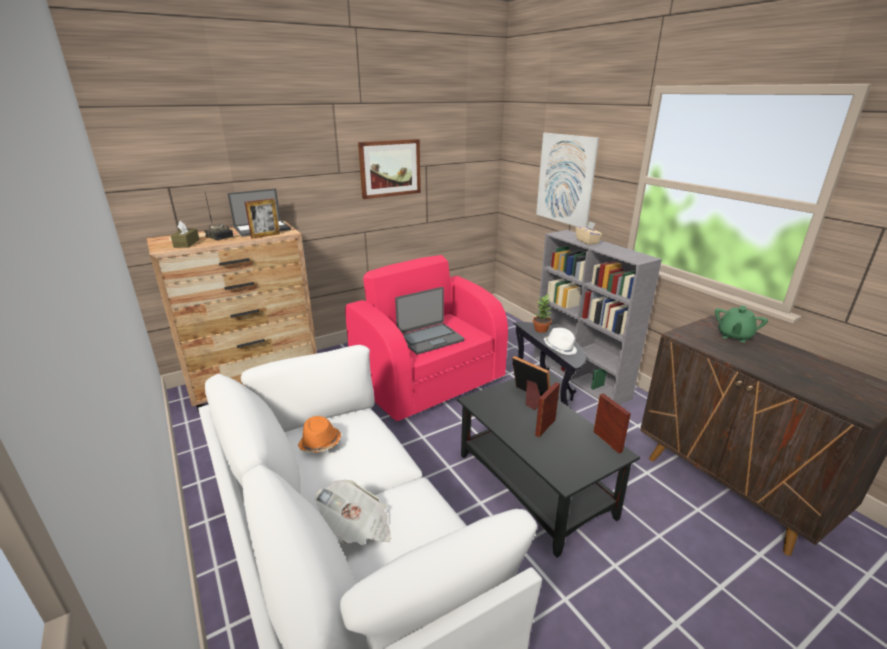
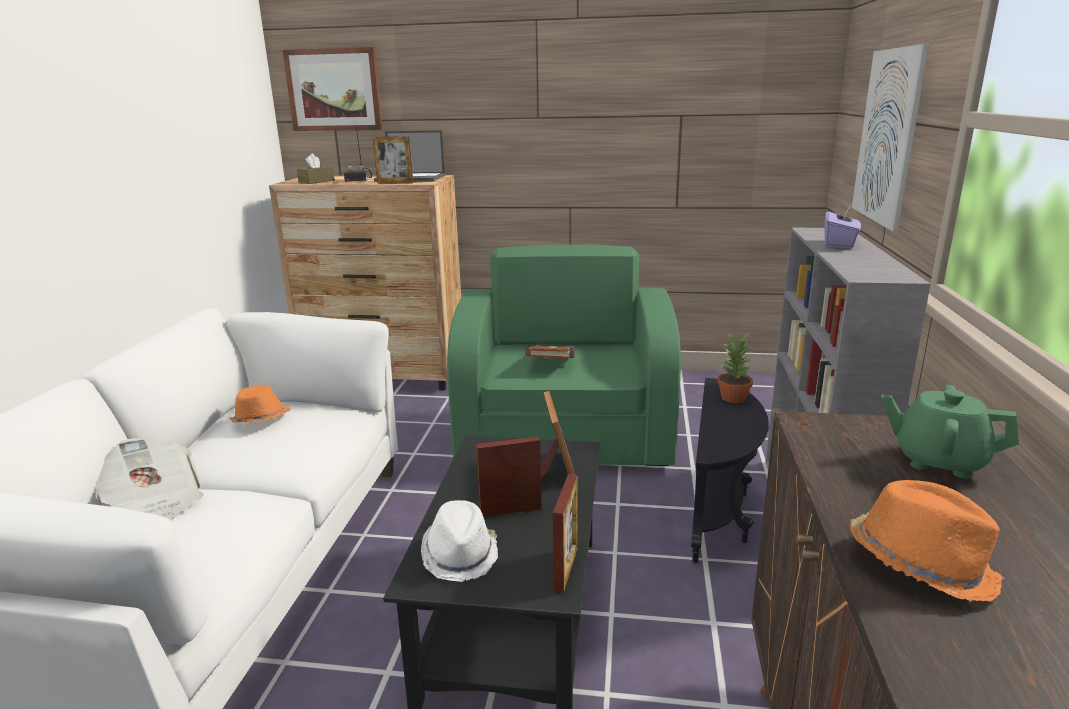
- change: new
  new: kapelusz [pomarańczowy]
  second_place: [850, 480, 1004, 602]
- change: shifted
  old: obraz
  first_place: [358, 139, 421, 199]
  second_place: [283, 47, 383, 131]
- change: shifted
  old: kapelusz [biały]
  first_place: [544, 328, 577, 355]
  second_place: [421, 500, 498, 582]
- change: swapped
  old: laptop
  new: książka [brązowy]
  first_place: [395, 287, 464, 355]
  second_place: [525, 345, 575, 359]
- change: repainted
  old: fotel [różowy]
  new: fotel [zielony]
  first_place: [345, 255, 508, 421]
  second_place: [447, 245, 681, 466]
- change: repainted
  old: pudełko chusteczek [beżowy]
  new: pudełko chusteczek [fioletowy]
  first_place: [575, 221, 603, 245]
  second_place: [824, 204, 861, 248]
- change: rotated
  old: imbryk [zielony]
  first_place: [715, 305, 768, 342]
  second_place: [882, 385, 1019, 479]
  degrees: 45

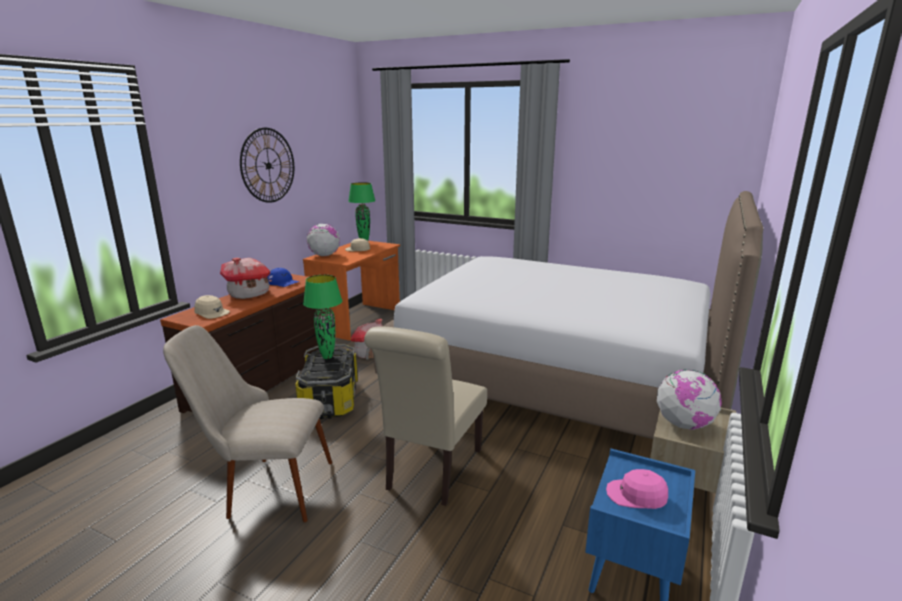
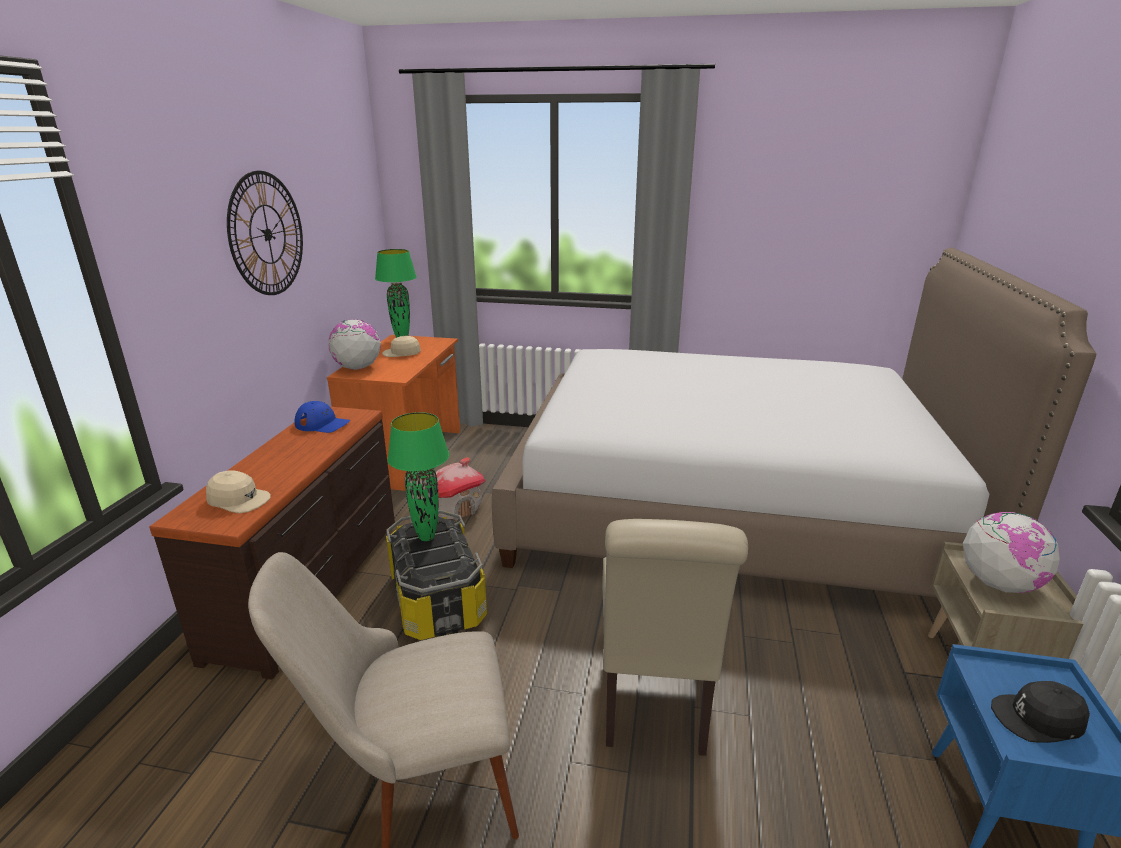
- change: gone
  old: domek
  first_place: [220, 258, 270, 299]
- change: repainted
  old: czapka z daszkiem [różowy]
  new: czapka z daszkiem [czarny]
  first_place: [606, 469, 668, 509]
  second_place: [991, 681, 1090, 743]

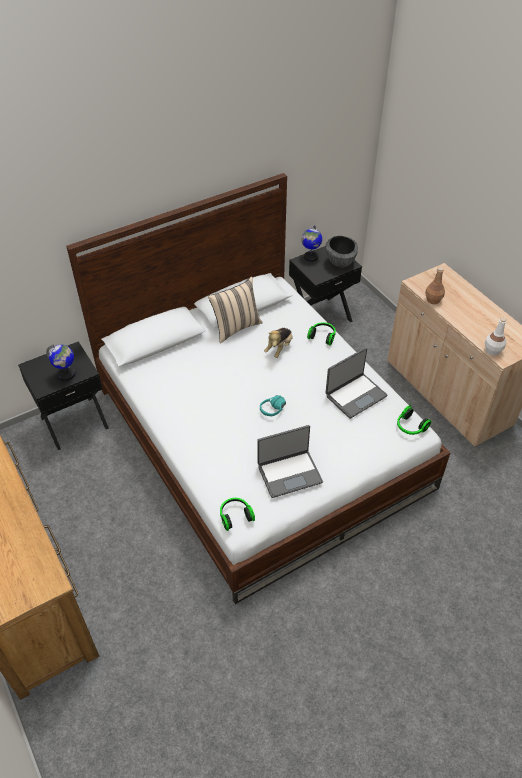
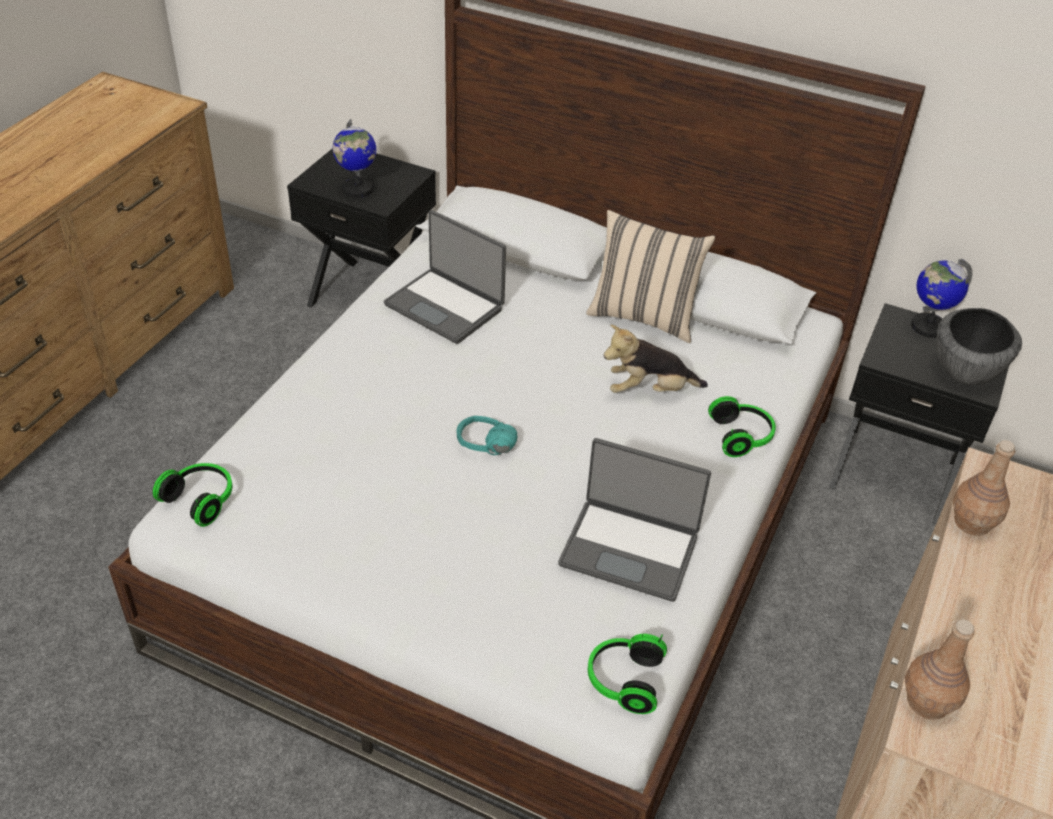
- change: shifted
  old: laptop
  first_place: [257, 425, 323, 498]
  second_place: [384, 210, 506, 344]
- change: repainted
  old: butelka [biały]
  new: butelka [brązowy]
  first_place: [485, 318, 507, 356]
  second_place: [905, 619, 975, 720]

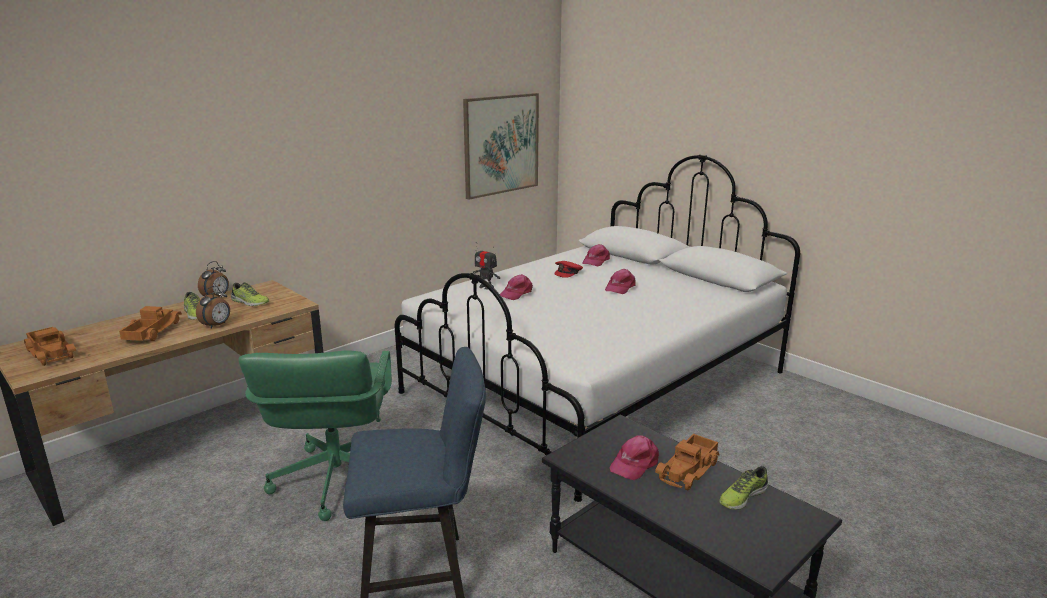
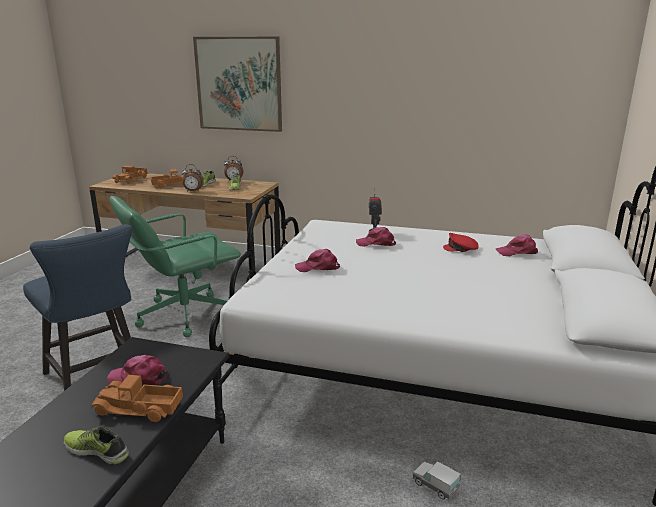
- change: new
  new: ciężarówka zabawkowa
  second_place: [413, 461, 461, 500]
- change: shifted
  old: obraz
  first_place: [463, 93, 539, 200]
  second_place: [193, 37, 282, 132]
- change: shifted
  old: czapka z daszkiem [różowy]
  first_place: [605, 269, 636, 294]
  second_place: [295, 249, 340, 272]

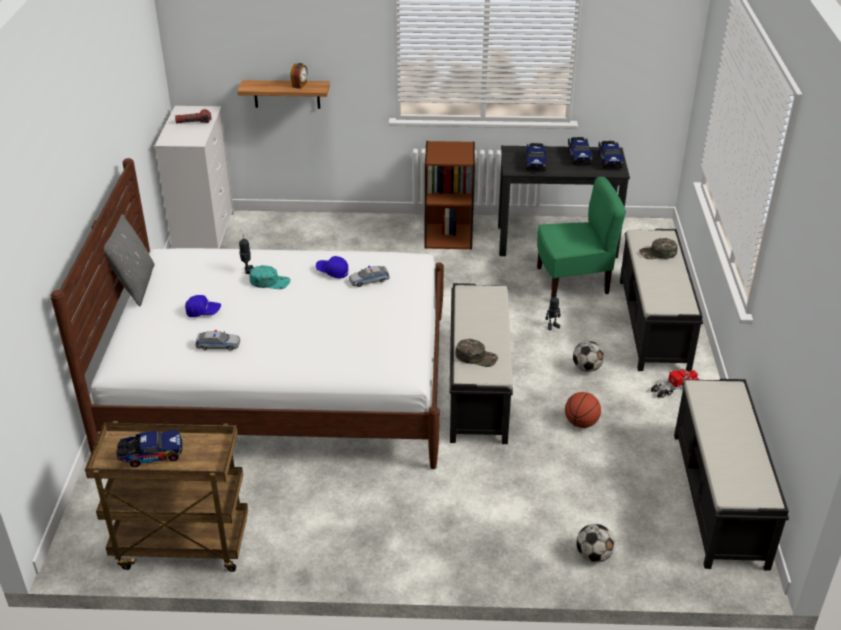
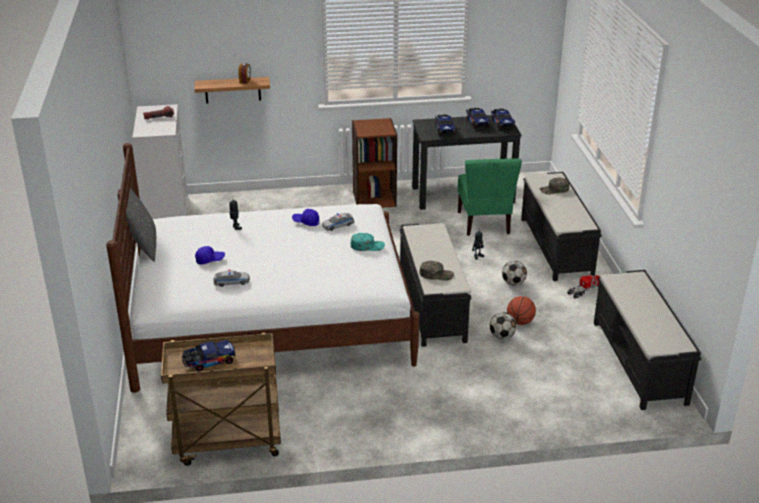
- change: shifted
  old: czapka z daszkiem [turkusowy]
  first_place: [250, 265, 291, 289]
  second_place: [351, 233, 385, 251]
- change: shifted
  old: piłka futbolowa
  first_place: [576, 524, 615, 562]
  second_place: [490, 312, 516, 339]
- change: rotated
  old: krzesło [zielony]
  first_place: [537, 177, 626, 298]
  second_place: [458, 158, 522, 236]
  degrees: 105

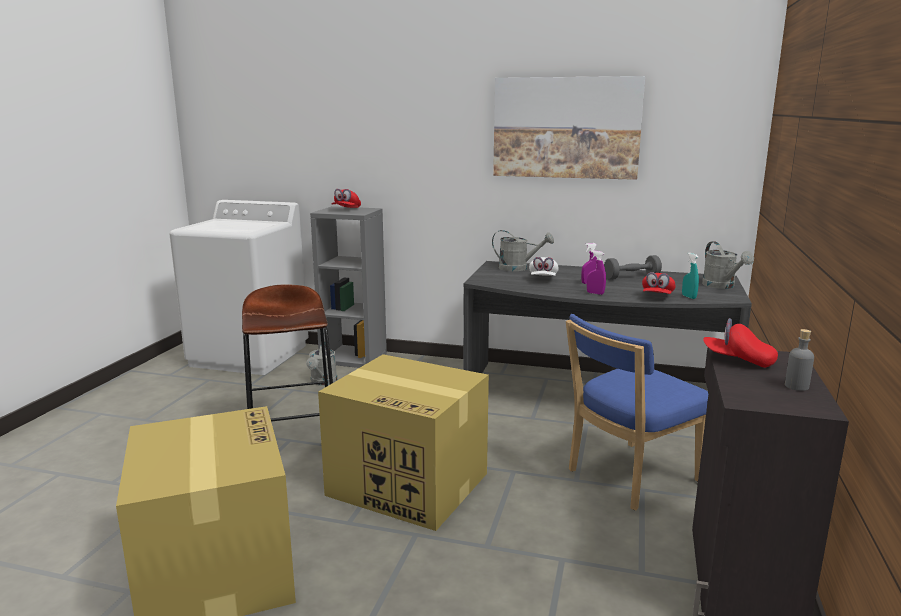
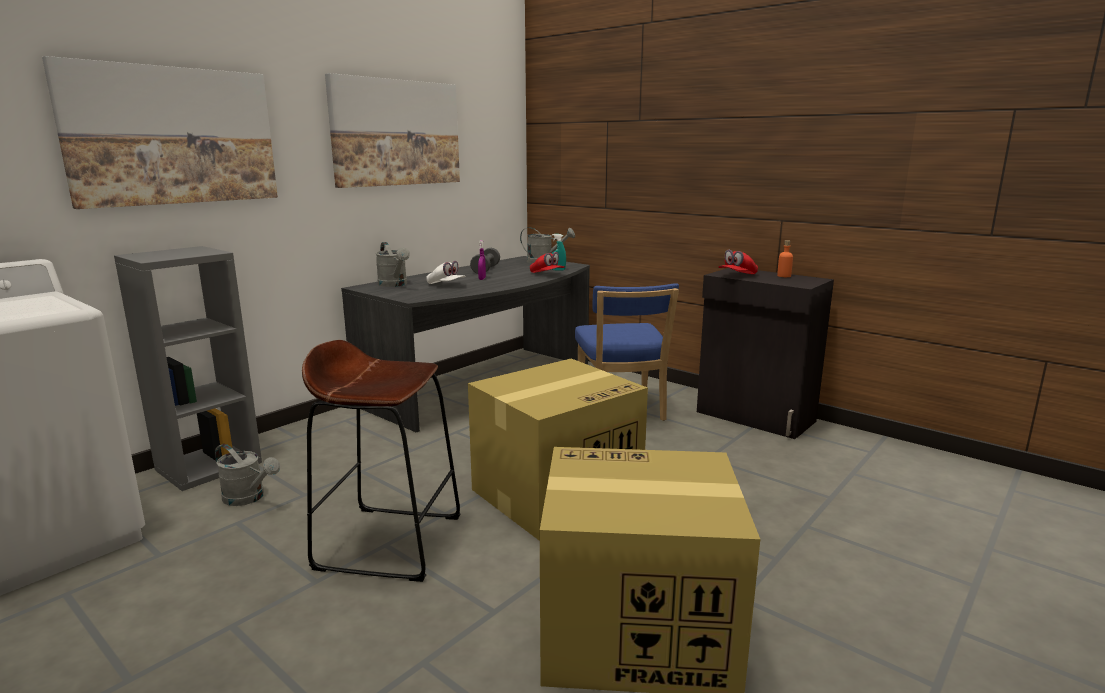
- change: gone
  old: czapka z daszkiem [czerwony]
  first_place: [332, 189, 361, 208]
- change: gone
  old: spryskiwacz [fioletowy]
  first_place: [587, 250, 606, 295]
- change: new
  new: obraz
  second_place: [42, 56, 278, 209]
- change: repainted
  old: butelka [szary]
  new: butelka [pomarańczowy]
  first_place: [785, 329, 814, 391]
  second_place: [777, 240, 793, 277]
- change: rotated
  old: konewka [szary]
  first_place: [492, 230, 554, 271]
  second_place: [376, 242, 410, 287]
  degrees: 105

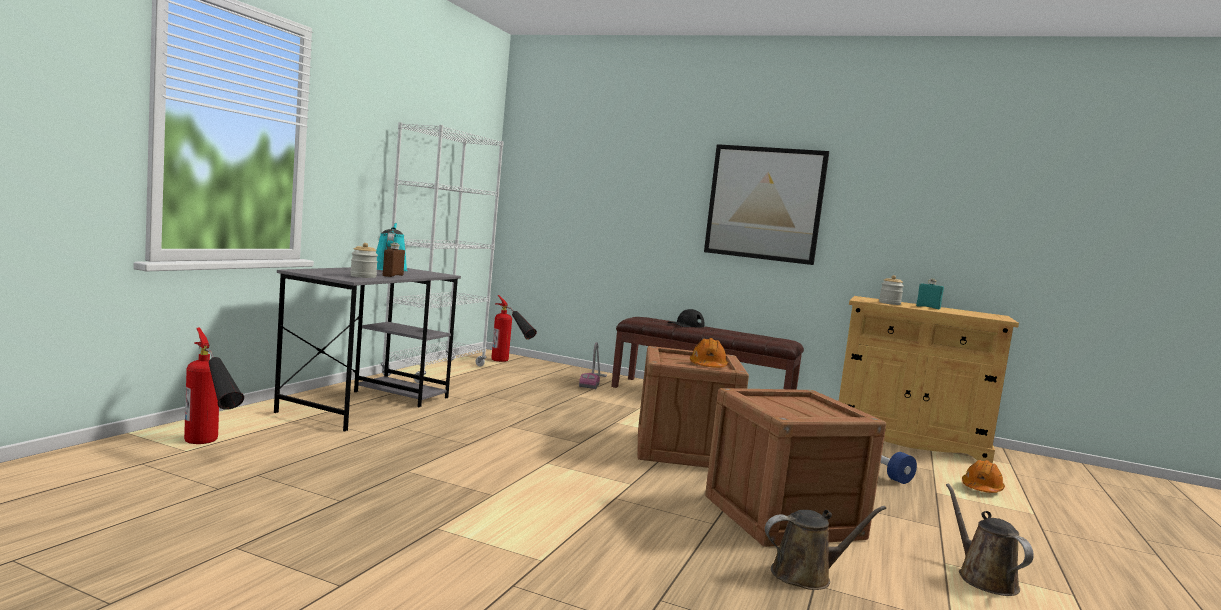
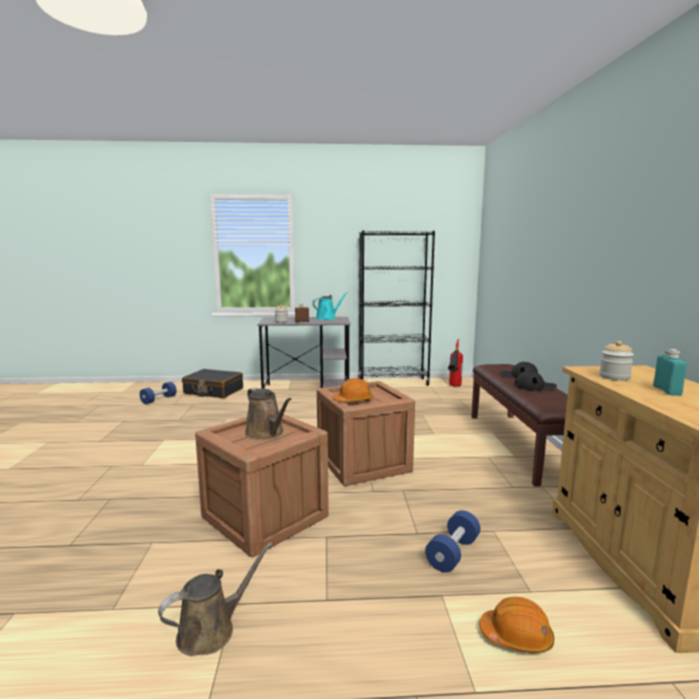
- change: gone
  old: odkurzacz
  first_place: [579, 342, 607, 390]
- change: gone
  old: obraz
  first_place: [704, 144, 829, 265]
- change: new
  new: hantel [niebieski]
  second_place: [140, 382, 177, 404]
- change: new
  new: czapka z daszkiem [czarny]
  second_place: [515, 371, 557, 390]
- change: shifted
  old: konewka [brązowy]
  first_place: [765, 506, 886, 590]
  second_place: [245, 387, 292, 440]
- change: swapped
  old: gaśnica
  new: walizka [czarny]
  first_place: [184, 328, 244, 444]
  second_place: [182, 369, 243, 398]
- change: repainted
  old: regał [biały]
  new: regał [czarny]
  first_place: [381, 122, 504, 383]
  second_place: [358, 231, 435, 386]

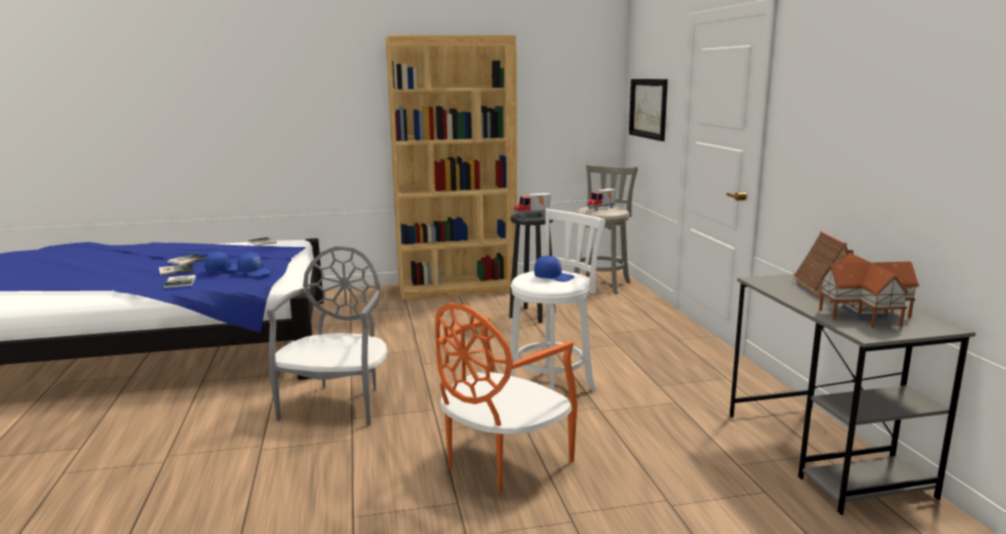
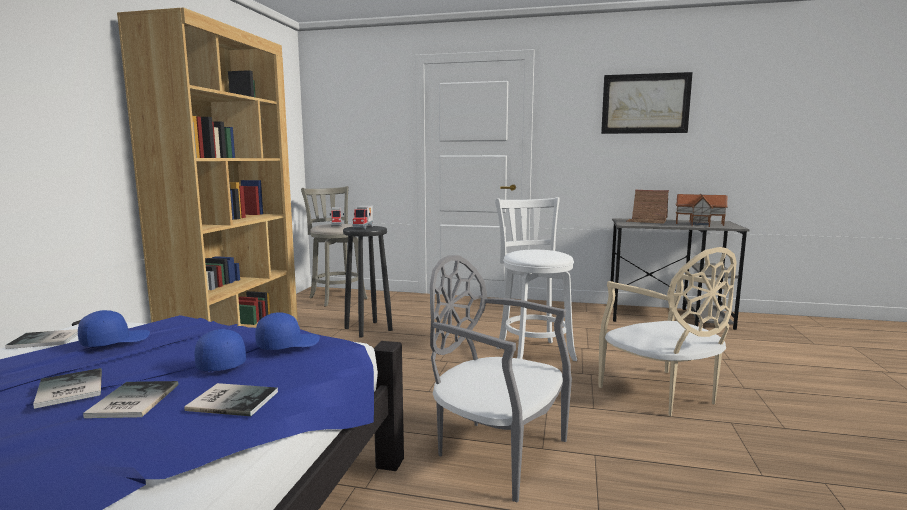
- change: shifted
  old: czapka z daszkiem [niebieski]
  first_place: [534, 255, 575, 282]
  second_place: [78, 310, 150, 347]
- change: shifted
  old: obraz
  first_place: [629, 79, 668, 141]
  second_place: [601, 72, 693, 134]
- change: repainted
  old: krzesło [pomarańczowy]
  new: krzesło [beżowy]
  first_place: [435, 303, 577, 493]
  second_place: [598, 247, 737, 416]

